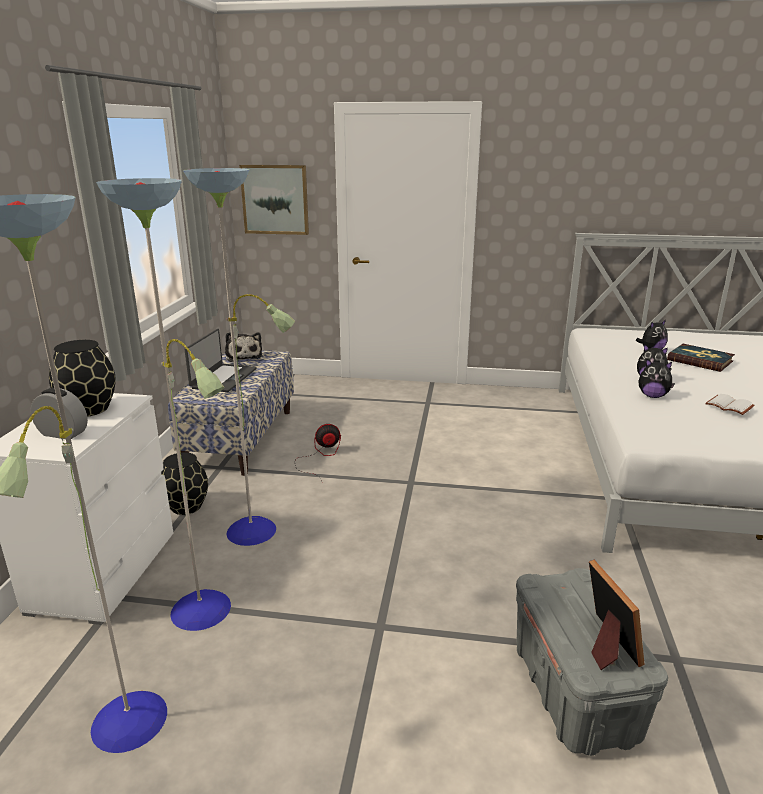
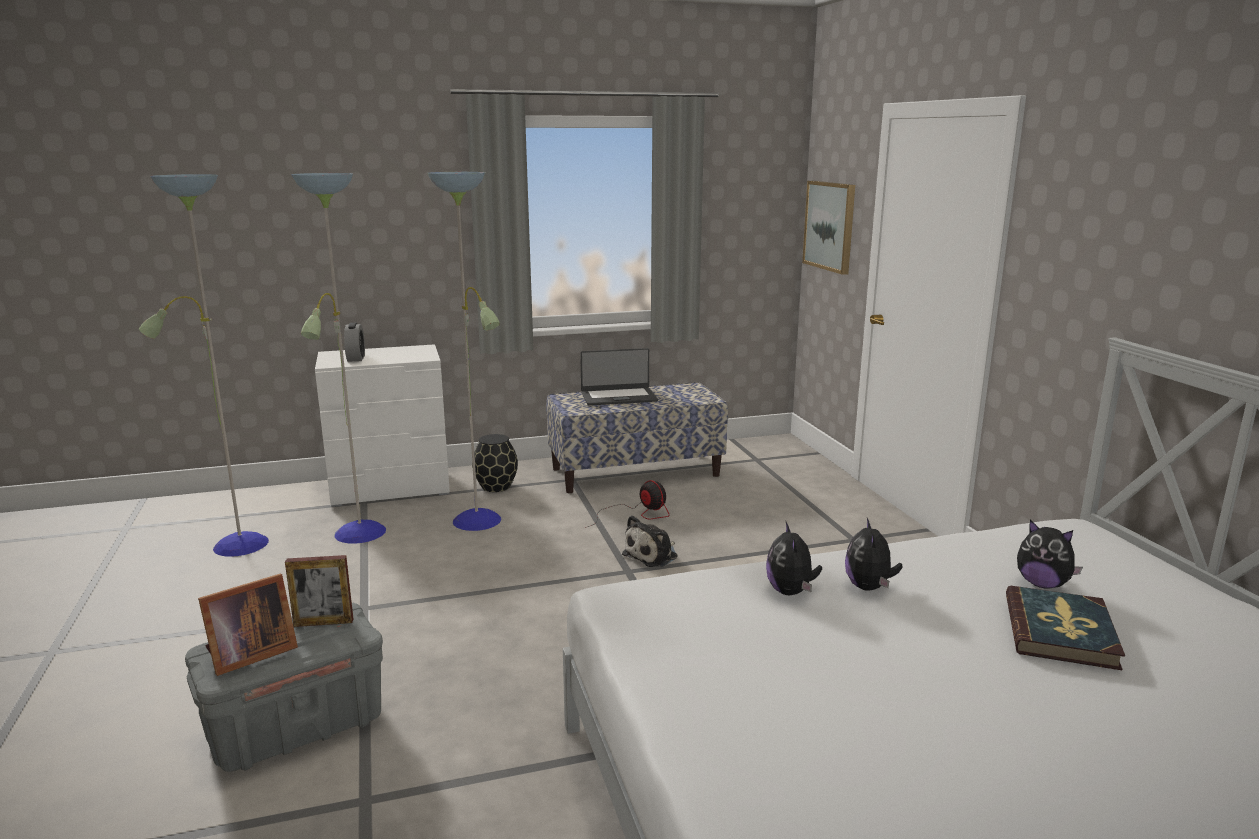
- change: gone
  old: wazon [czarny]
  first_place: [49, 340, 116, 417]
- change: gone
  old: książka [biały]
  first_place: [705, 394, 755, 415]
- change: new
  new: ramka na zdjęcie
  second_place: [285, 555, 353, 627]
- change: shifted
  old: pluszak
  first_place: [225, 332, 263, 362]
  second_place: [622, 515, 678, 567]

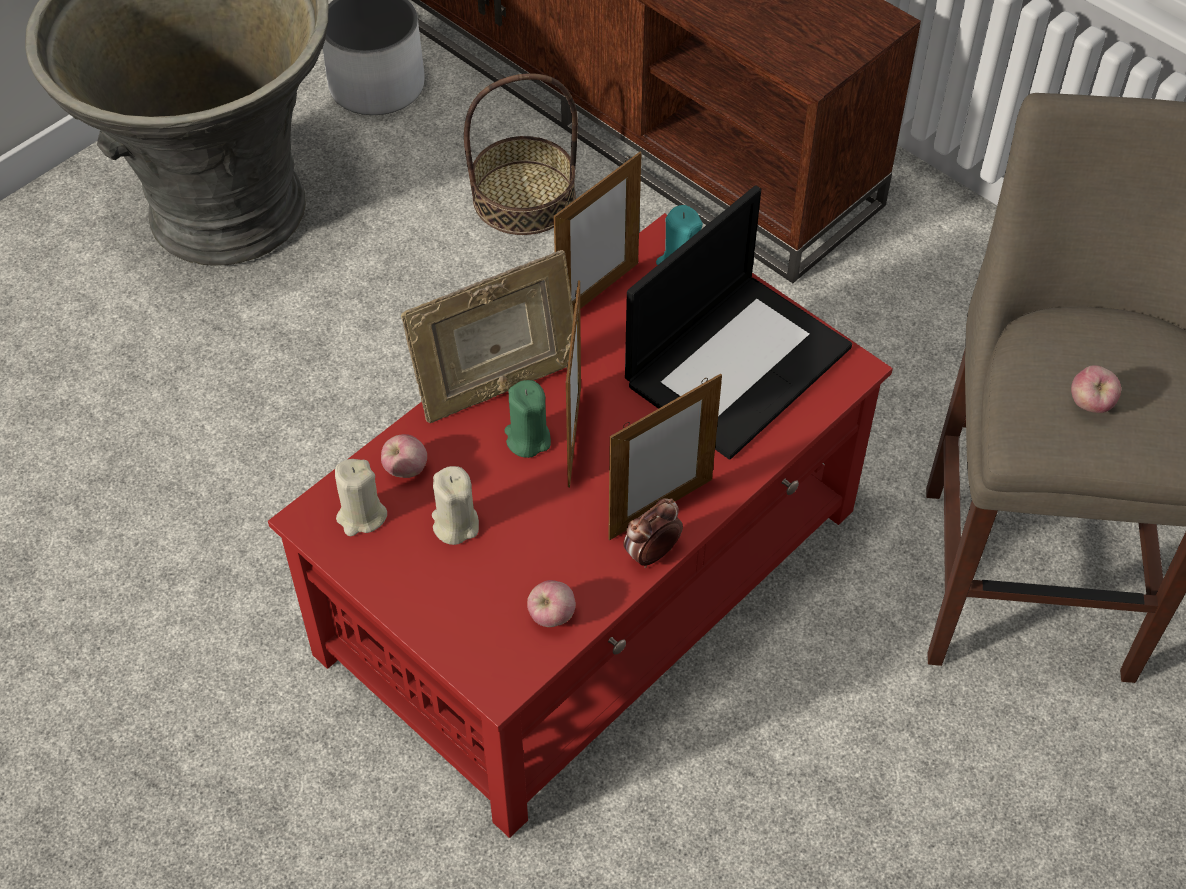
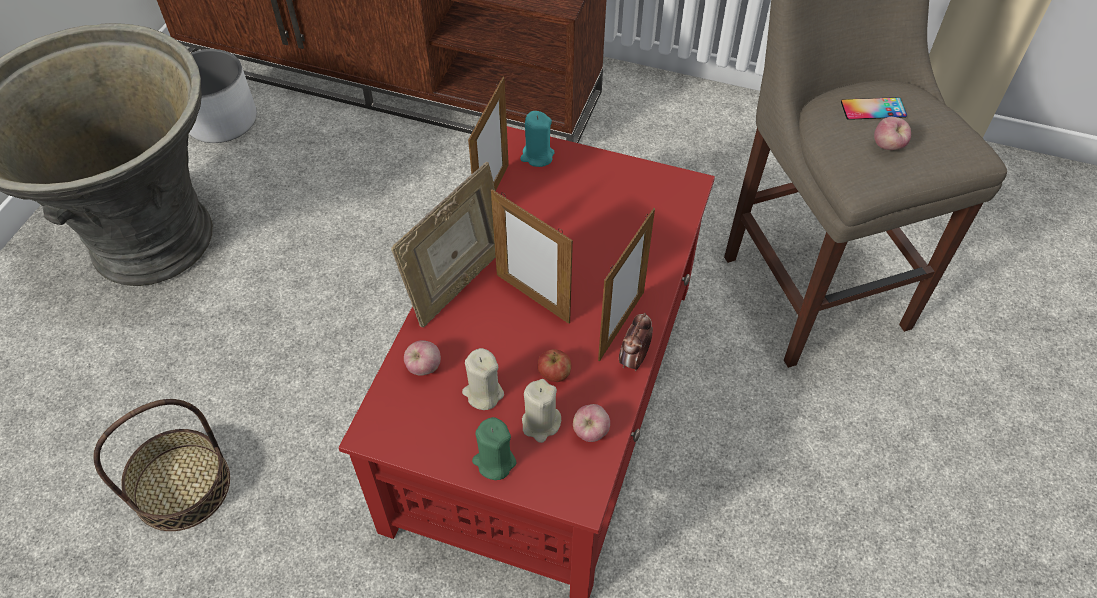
- change: gone
  old: laptop
  first_place: [625, 185, 852, 460]
- change: new
  new: jabłko
  second_place: [538, 349, 571, 382]
- change: new
  new: telefon
  second_place: [841, 97, 907, 120]
- change: shifted
  old: świeca [beżowy]
  first_place: [335, 459, 387, 536]
  second_place: [522, 379, 561, 443]
- change: shifted
  old: koszyk
  first_place: [464, 73, 578, 235]
  second_place: [93, 399, 230, 531]
- change: shifted
  old: świeca [zielony]
  first_place: [504, 380, 551, 458]
  second_place: [472, 417, 517, 480]
- change: rotated
  old: ramka na zdjęcie
  first_place: [566, 281, 581, 487]
  second_place: [491, 189, 573, 324]
  degrees: 150

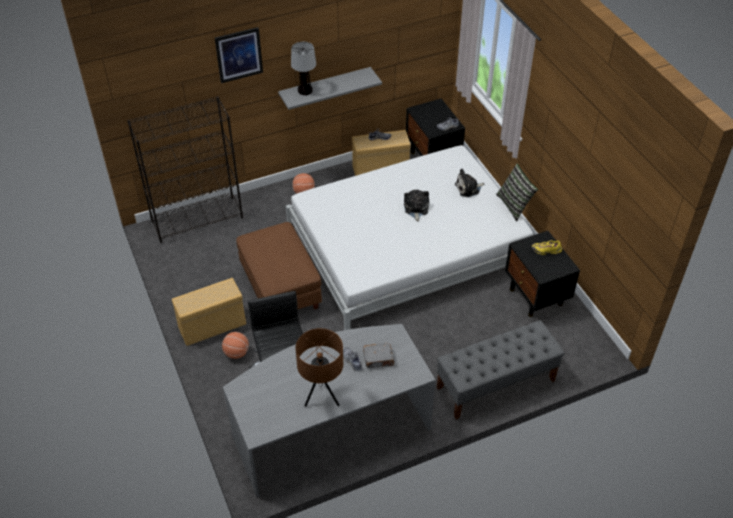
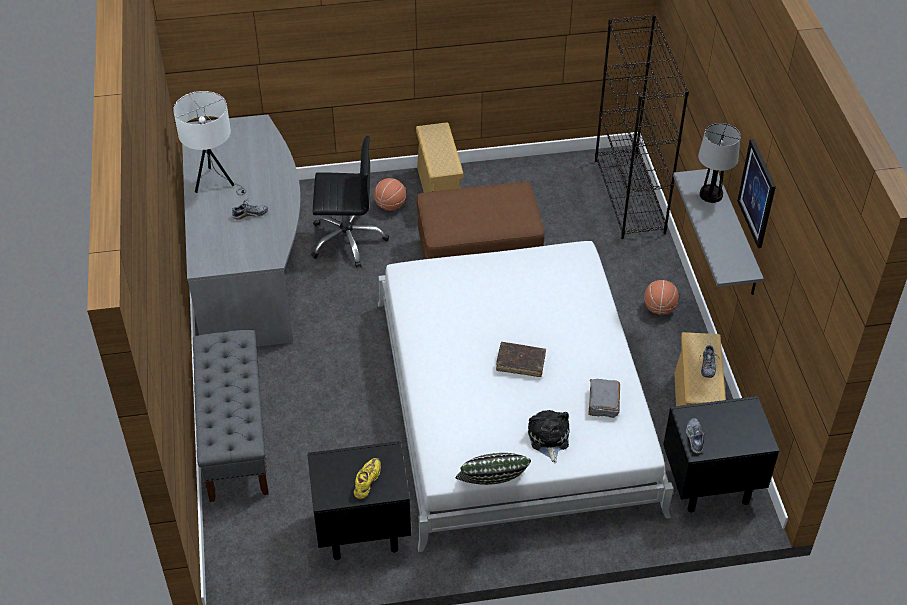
- change: shifted
  old: obraz
  first_place: [215, 27, 263, 83]
  second_place: [737, 139, 776, 248]
- change: shifted
  old: książka [szary]
  first_place: [363, 343, 395, 368]
  second_place: [588, 379, 620, 418]
- change: swapped
  old: pluszak
  new: książka [brązowy]
  first_place: [404, 190, 429, 222]
  second_place: [496, 342, 546, 377]
- change: repainted
  old: lampa stołowa [brązowy]
  new: lampa stołowa [biały]
  first_place: [295, 328, 343, 407]
  second_place: [173, 91, 246, 195]

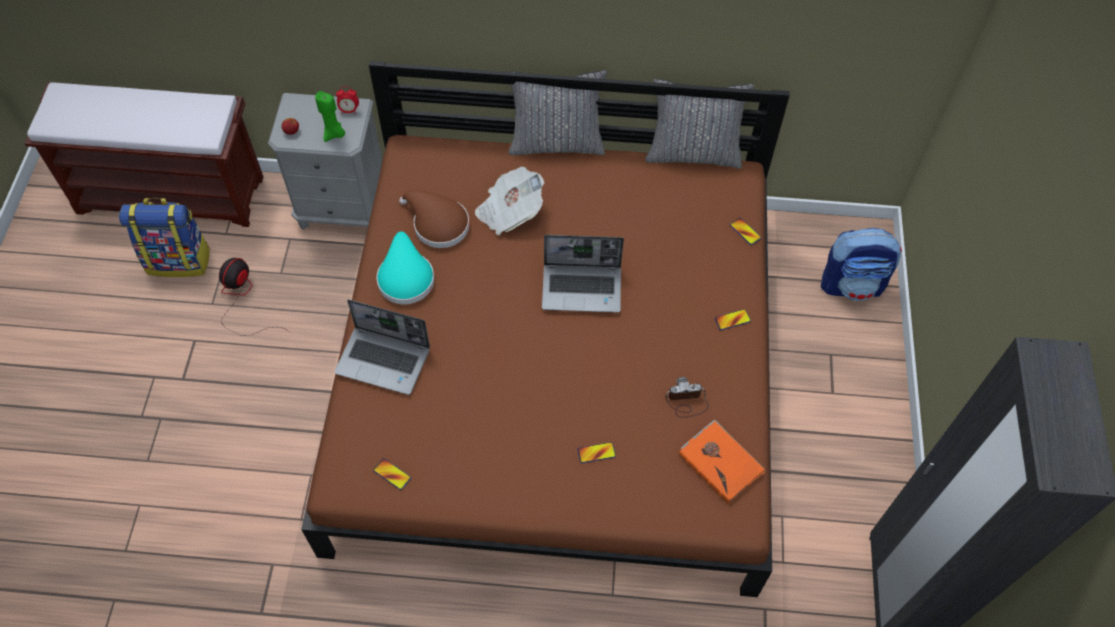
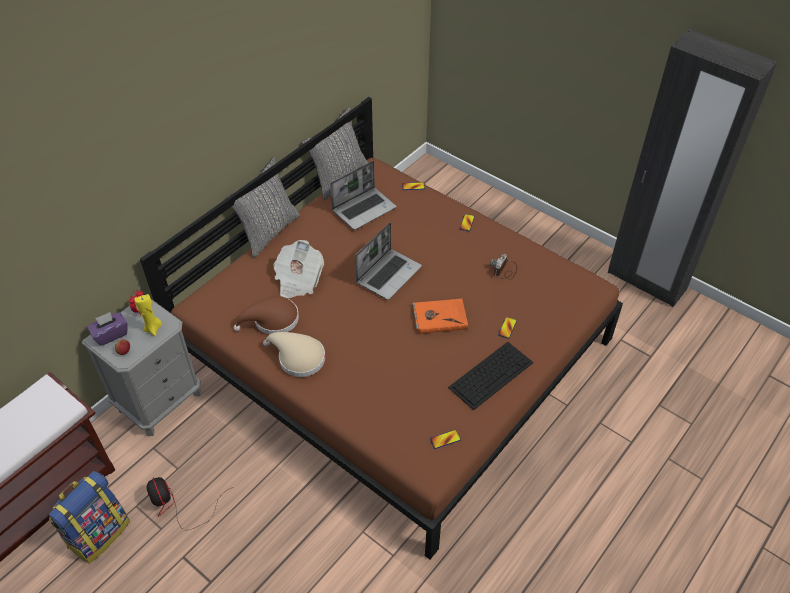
- change: gone
  old: plecak
  first_place: [821, 228, 902, 301]
- change: new
  new: pudełko chusteczek [fioletowy]
  second_place: [87, 312, 127, 346]
- change: new
  new: klawiatura
  second_place: [448, 342, 534, 410]
- change: shifted
  old: laptop
  first_place: [334, 299, 430, 395]
  second_place: [330, 161, 396, 230]
- change: shifted
  old: książka [pomarańczowy]
  first_place: [679, 419, 765, 504]
  second_place: [413, 299, 468, 334]
- change: repainted
  old: świeca [zielony]
  new: świeca [żółty]
  first_place: [315, 91, 345, 142]
  second_place: [135, 294, 162, 336]
- change: repainted
  old: kapelusz [turkusowy]
  new: kapelusz [beżowy]
  first_place: [376, 231, 434, 305]
  second_place: [263, 332, 325, 377]

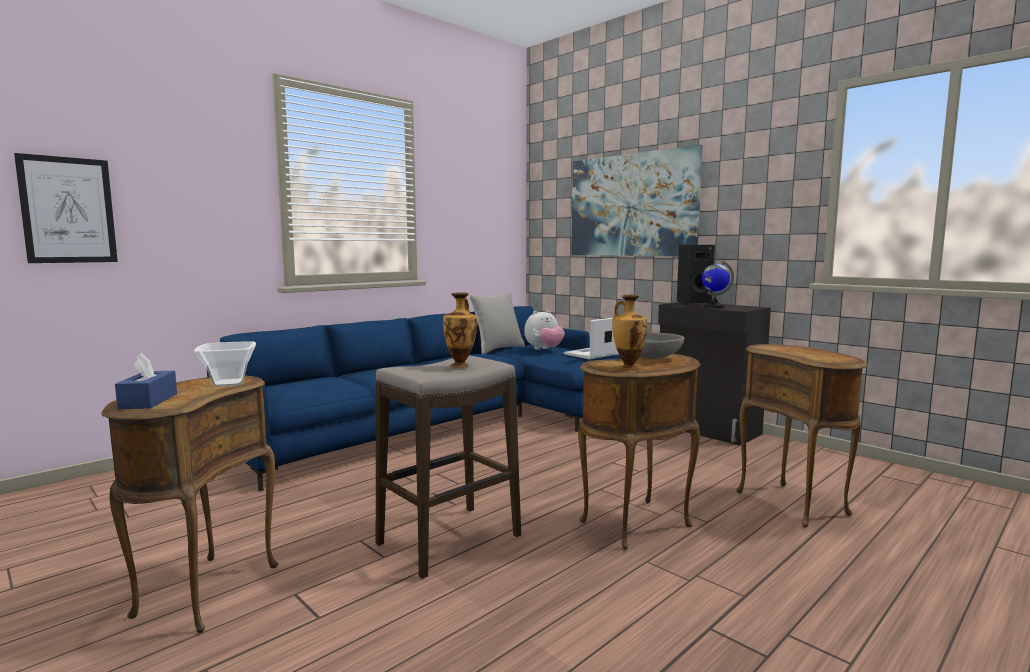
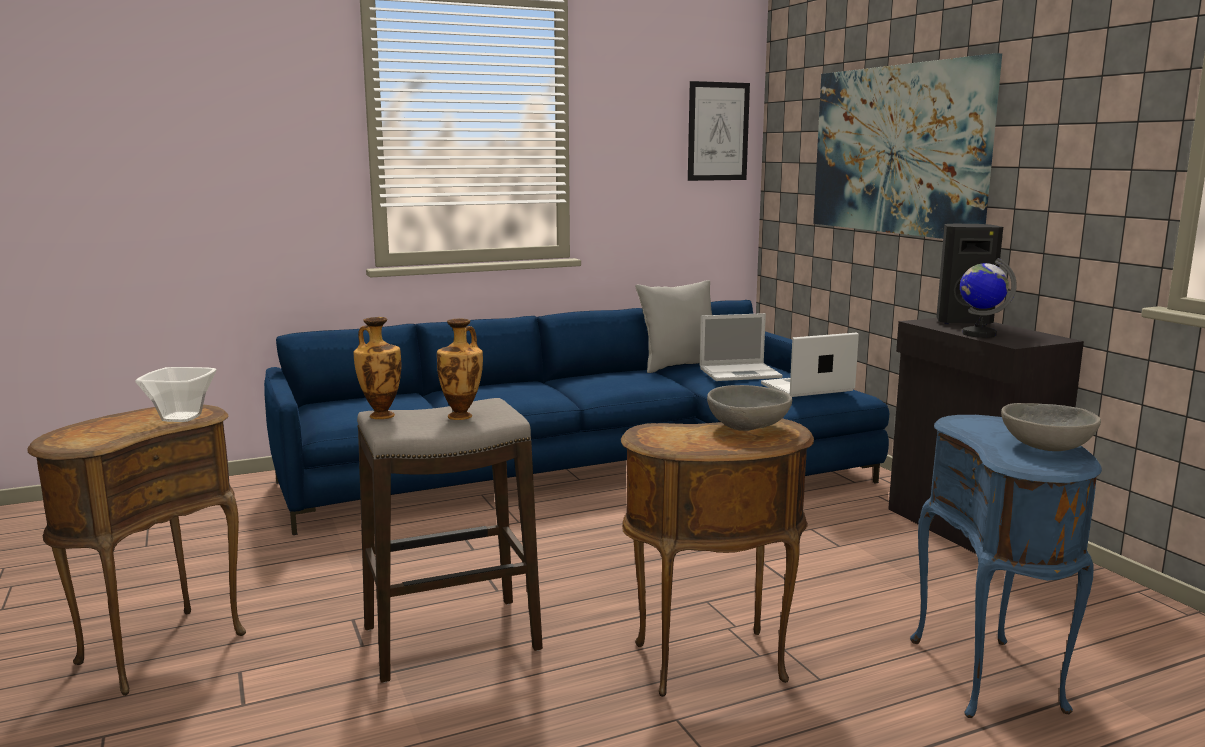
- change: gone
  old: pudełko chusteczek [niebieski]
  first_place: [115, 353, 177, 409]
- change: new
  new: miska [szary]
  second_place: [1001, 403, 1101, 451]
- change: shifted
  old: obraz
  first_place: [14, 153, 118, 263]
  second_place: [688, 81, 750, 181]
- change: shifted
  old: wazon
  first_place: [612, 294, 647, 370]
  second_place: [354, 317, 401, 419]
- change: swapped
  old: pluszak
  new: laptop
  first_place: [524, 310, 565, 350]
  second_place: [700, 313, 783, 381]
- change: repainted
  old: stolik [brązowy]
  new: stolik [niebieski]
  first_place: [736, 344, 867, 527]
  second_place: [910, 415, 1102, 718]

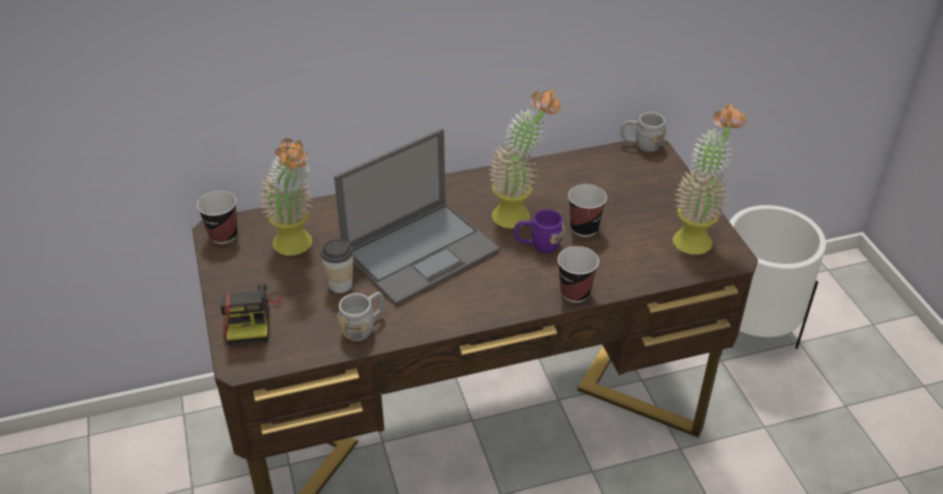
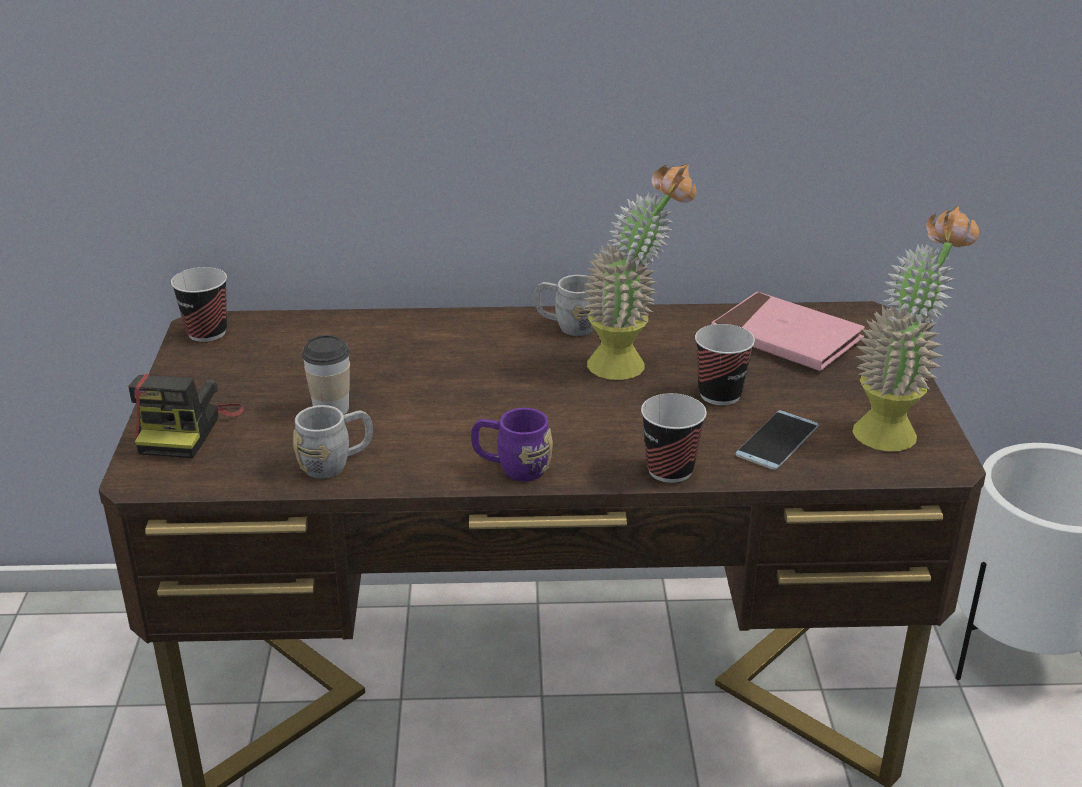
- change: gone
  old: roślina doniczkowa
  first_place: [260, 138, 312, 255]
- change: gone
  old: laptop
  first_place: [334, 128, 500, 305]
- change: new
  new: książka [różowy]
  second_place: [711, 292, 865, 371]
- change: new
  new: telefon
  second_place: [735, 410, 819, 470]
- change: shifted
  old: kubek [fioletowy]
  first_place: [514, 209, 565, 254]
  second_place: [471, 408, 553, 481]
- change: shifted
  old: kubek [szary]
  first_place: [621, 112, 666, 152]
  second_place: [534, 275, 594, 336]

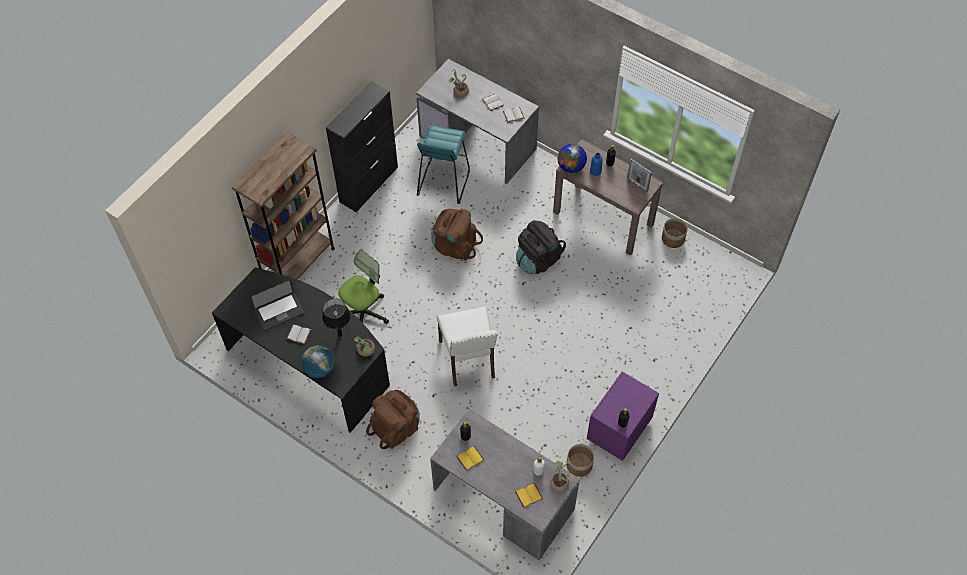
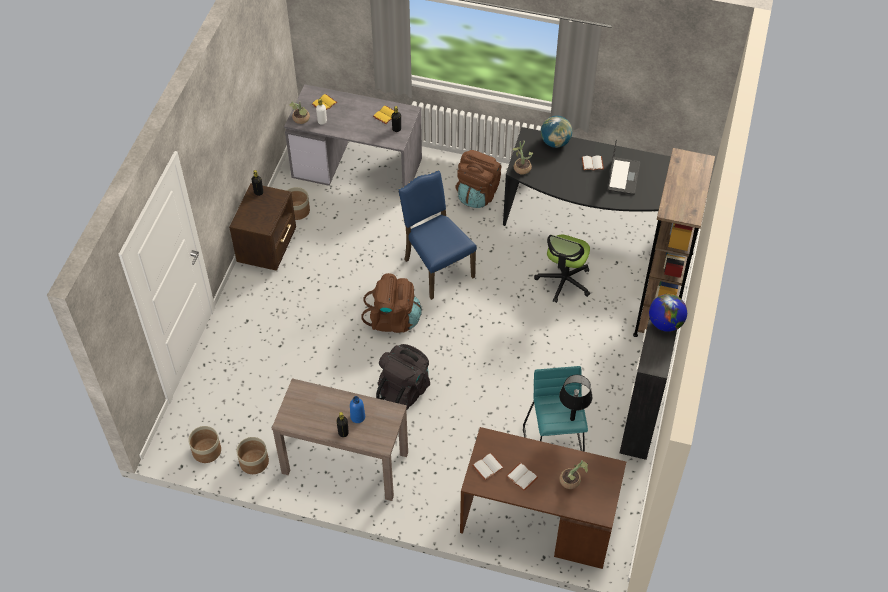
- change: gone
  old: ramka na zdjęcie
  first_place: [627, 159, 652, 192]
- change: new
  new: donica
  second_place: [188, 426, 221, 463]
- change: shifted
  old: lampa stołowa [czarny]
  first_place: [322, 298, 351, 337]
  second_place: [559, 375, 592, 421]
- change: shifted
  old: plecak [brązowy]
  first_place: [431, 209, 483, 261]
  second_place: [361, 273, 422, 333]
- change: shifted
  old: globus
  first_place: [558, 144, 587, 173]
  second_place: [649, 294, 687, 332]
- change: repainted
  old: biurko [szary]
  new: biurko [brązowy]
  first_place: [416, 59, 539, 184]
  second_place: [460, 427, 626, 569]
- change: repainted
  old: krzesło [biały]
  new: krzesło [niebieski]
  first_place: [437, 306, 498, 386]
  second_place: [398, 170, 477, 300]
- change: repainted
  old: szafka nocna [fioletowy]
  new: szafka nocna [brązowy]
  first_place: [587, 371, 659, 461]
  second_place: [229, 183, 296, 271]
- change: rotated
  old: laptop
  first_place: [250, 279, 304, 331]
  second_place: [608, 139, 640, 195]
  degrees: 150

